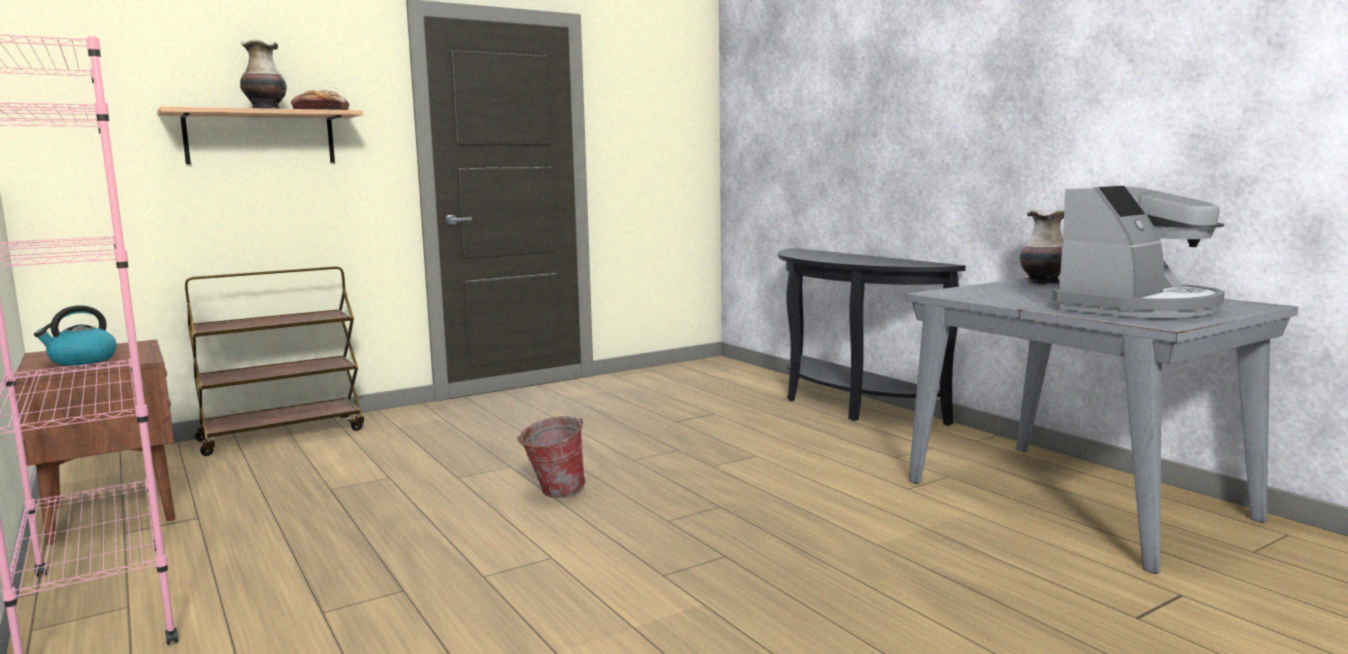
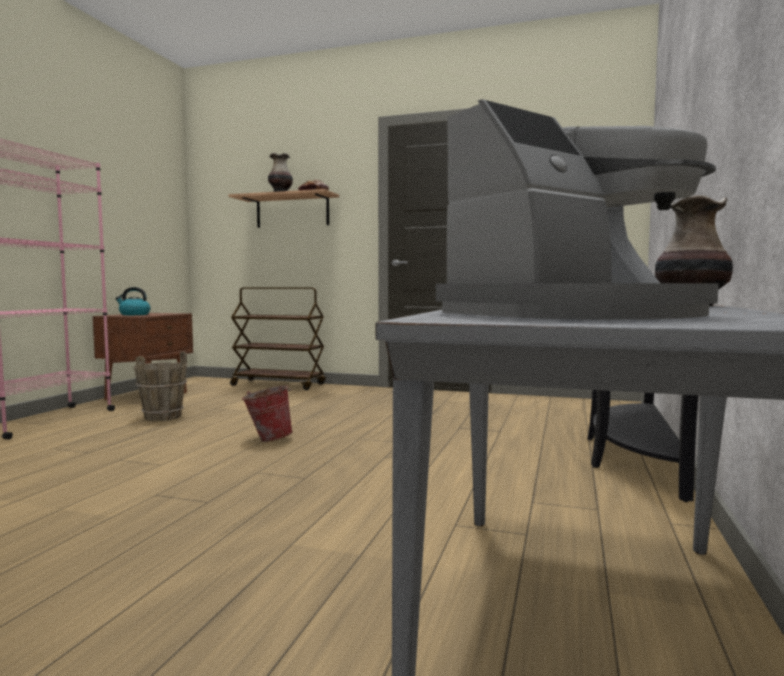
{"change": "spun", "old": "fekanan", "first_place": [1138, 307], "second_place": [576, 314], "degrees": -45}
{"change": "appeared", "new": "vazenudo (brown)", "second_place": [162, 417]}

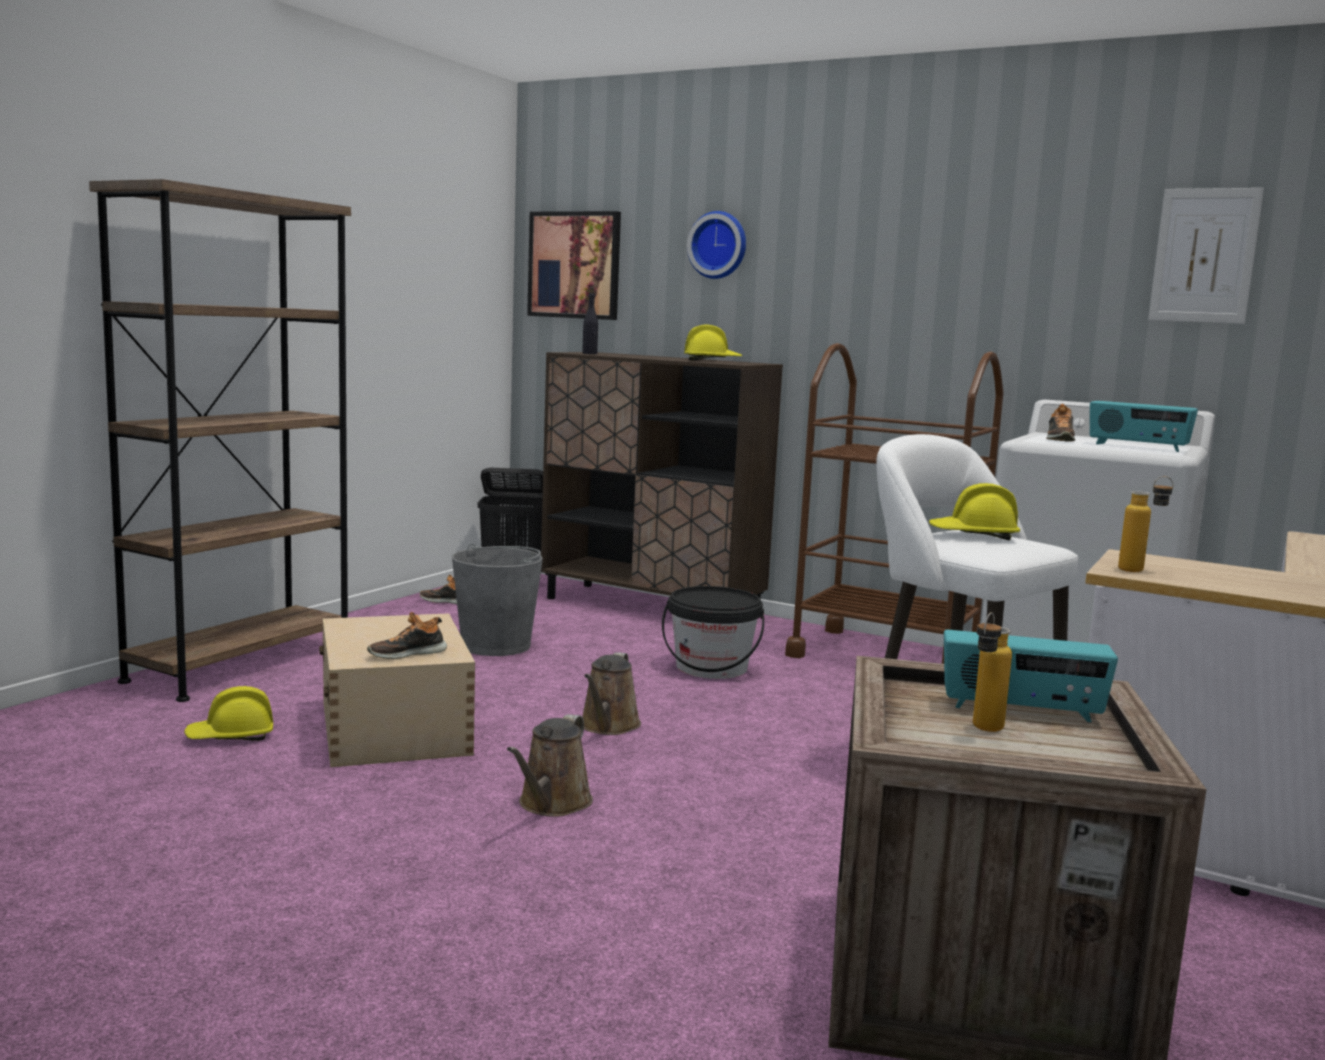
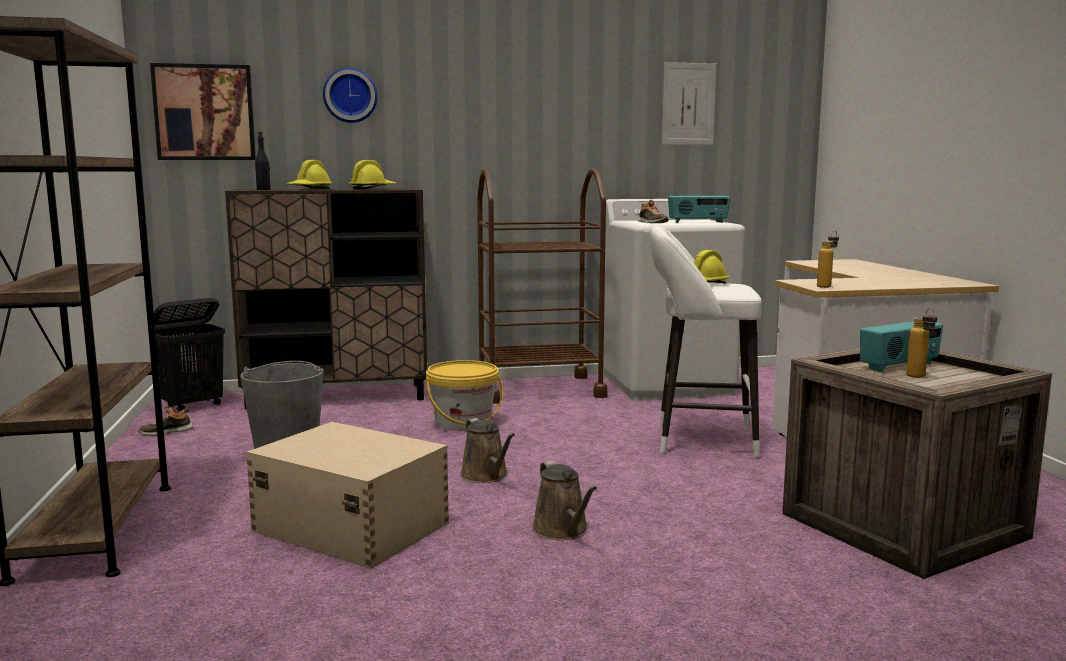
{"change": "relocated", "old": "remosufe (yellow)", "first_place": [231, 736], "second_place": [310, 189]}
{"change": "missing", "old": "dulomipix", "first_place": [407, 653]}
{"change": "colour", "old": "vazenudo (black)", "new": "vazenudo (yellow)", "first_place": [711, 668], "second_place": [463, 423]}

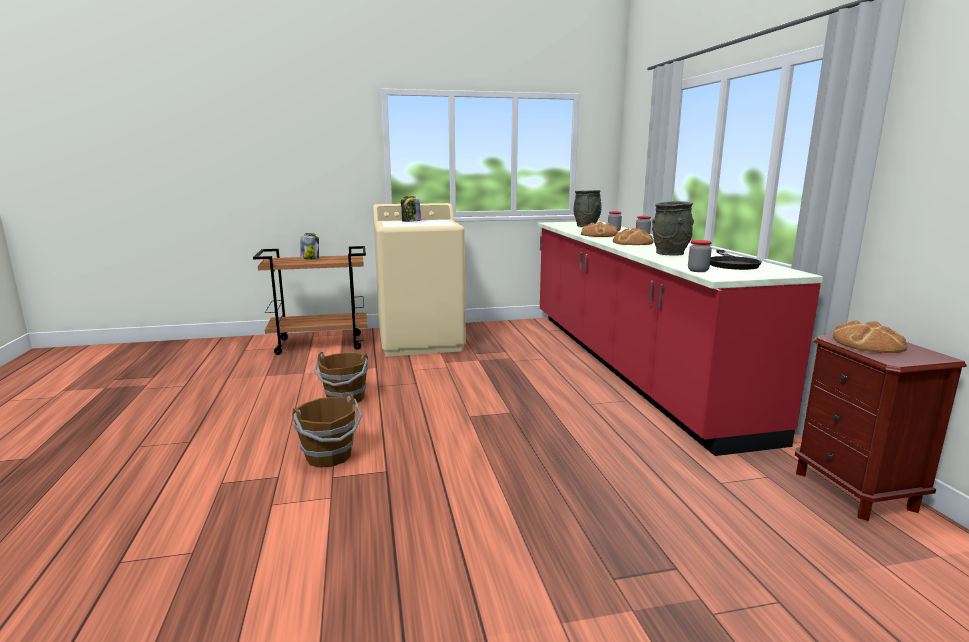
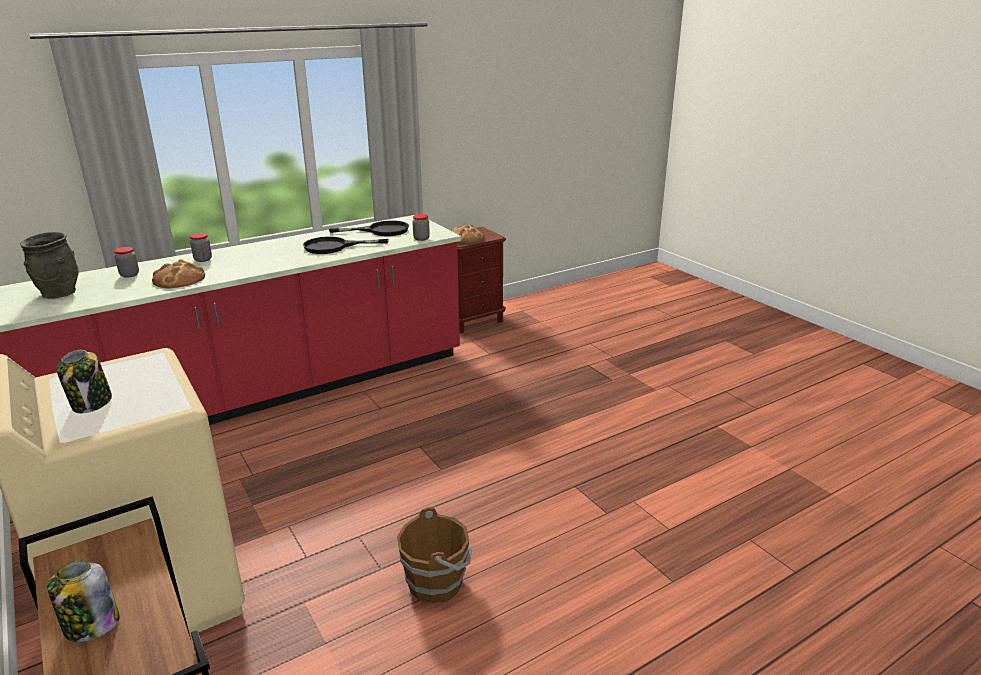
{"change": "missing", "old": "vazenudo (brown)", "first_place": [329, 456]}
{"change": "missing", "old": "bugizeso", "first_place": [633, 242]}
{"change": "exchanged", "old": "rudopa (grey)", "new": "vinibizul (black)", "first_place": [670, 253], "second_place": [334, 247]}

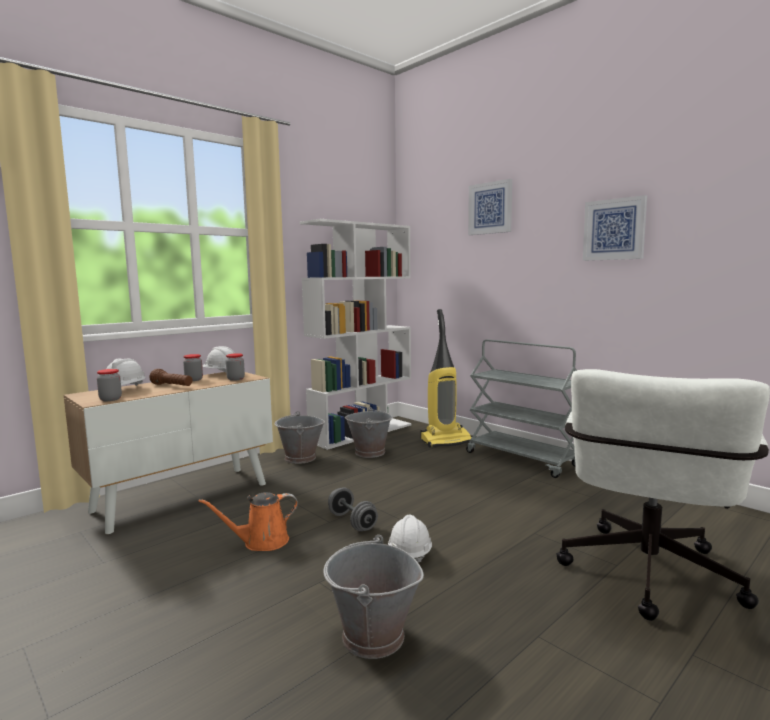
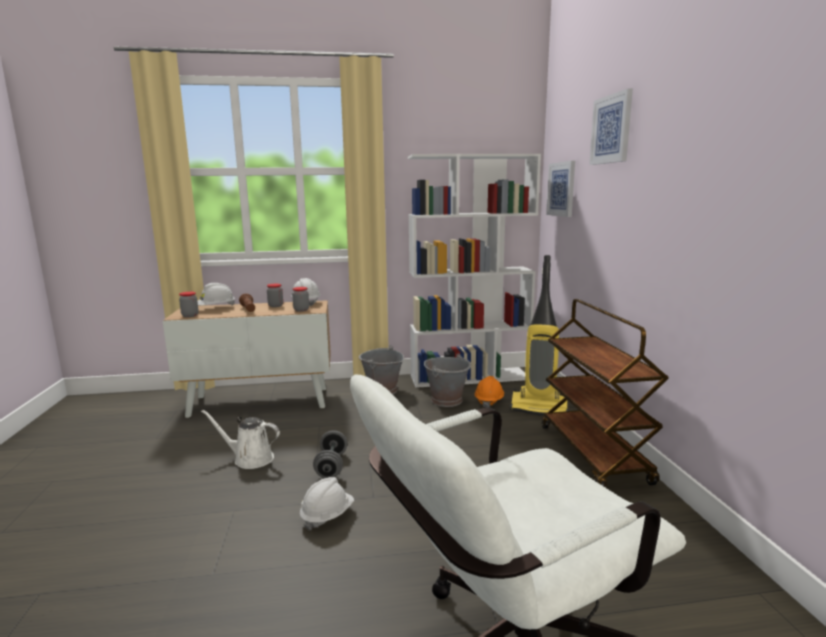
{"change": "colour", "old": "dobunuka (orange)", "new": "dobunuka (white)", "first_place": [261, 542], "second_place": [250, 459]}
{"change": "missing", "old": "vazenudo (grey)", "first_place": [372, 637]}
{"change": "colour", "old": "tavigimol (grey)", "new": "tavigimol (brown)", "first_place": [522, 459], "second_place": [594, 454]}
{"change": "relocated", "old": "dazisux", "first_place": [614, 229], "second_place": [561, 189]}
{"change": "appeared", "new": "remosufe (orange)", "second_place": [489, 401]}

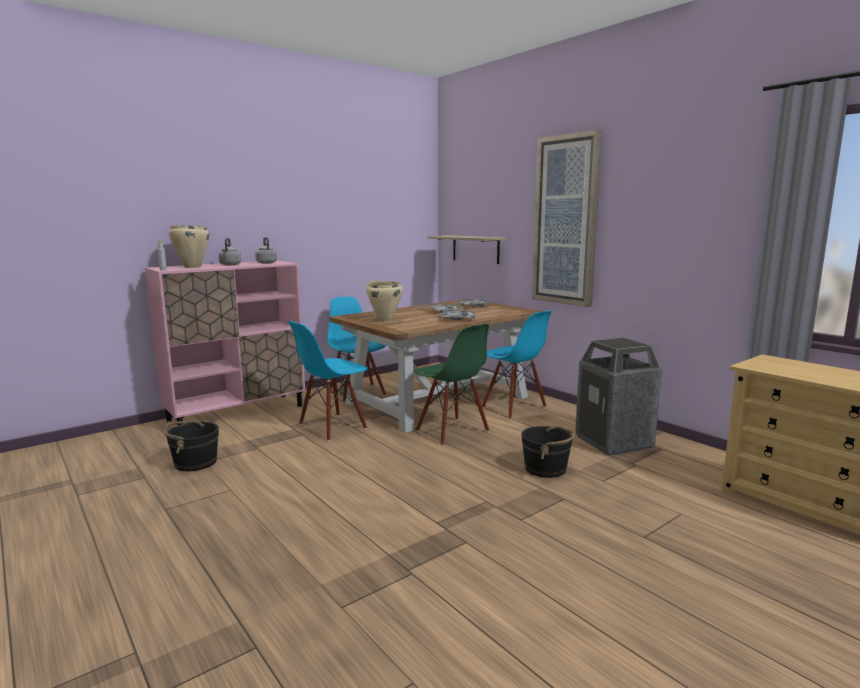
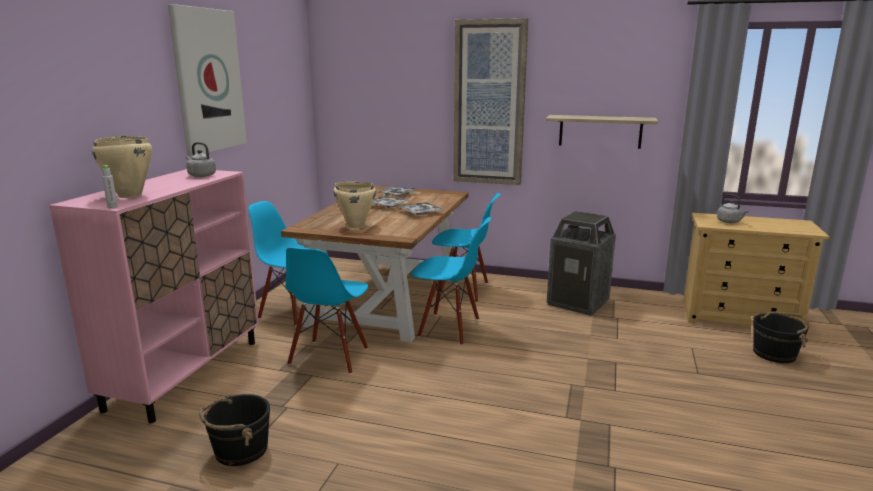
{"change": "relocated", "old": "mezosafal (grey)", "first_place": [230, 265], "second_place": [730, 222]}
{"change": "colour", "old": "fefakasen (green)", "new": "fefakasen (blue)", "first_place": [451, 431], "second_place": [449, 328]}
{"change": "relocated", "old": "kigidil", "first_place": [475, 249], "second_place": [600, 131]}
{"change": "relocated", "old": "vazenudo (black)", "first_place": [546, 469], "second_place": [775, 354]}
{"change": "appeared", "new": "dazisux", "second_place": [208, 81]}

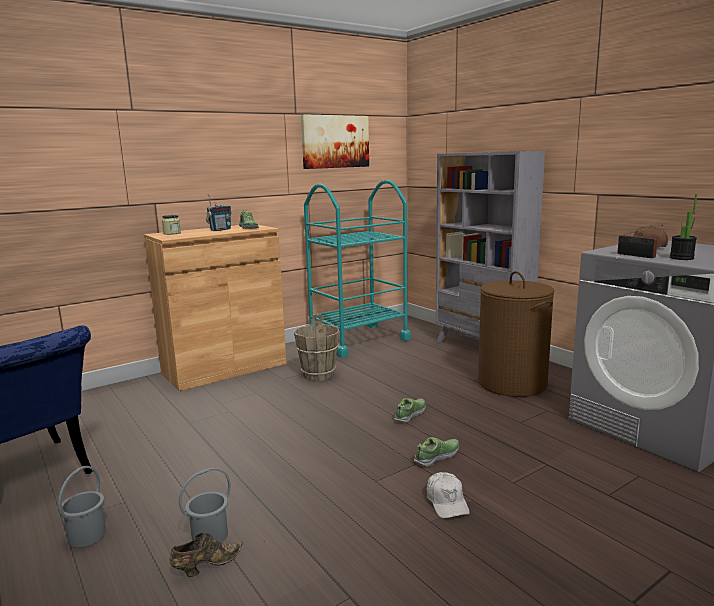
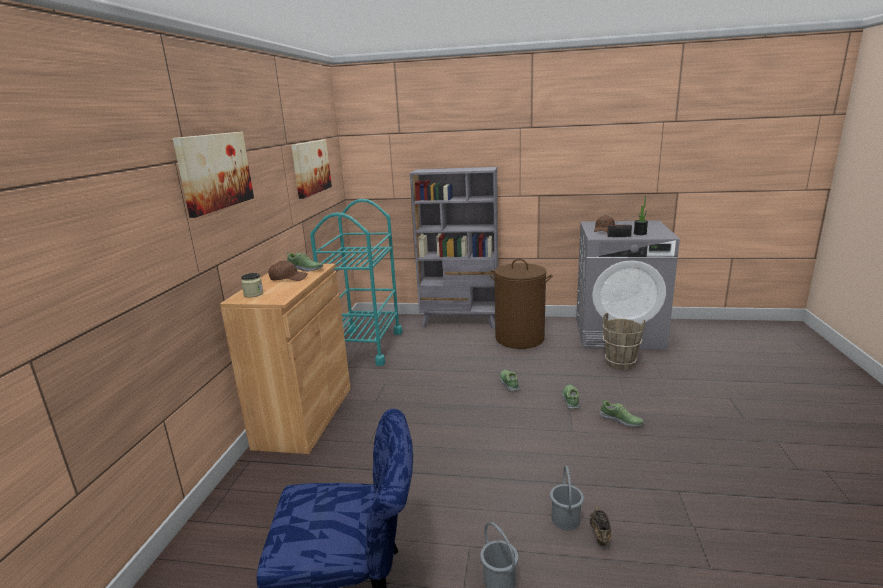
{"change": "exchanged", "old": "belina", "new": "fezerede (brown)", "first_place": [220, 230], "second_place": [288, 278]}
{"change": "relocated", "old": "vazenudo (brown)", "first_place": [318, 375], "second_place": [620, 363]}
{"change": "exchanged", "old": "fezerede (white)", "new": "dulomipix", "first_place": [447, 502], "second_place": [621, 420]}
{"change": "appeared", "new": "dazisux", "second_place": [214, 171]}

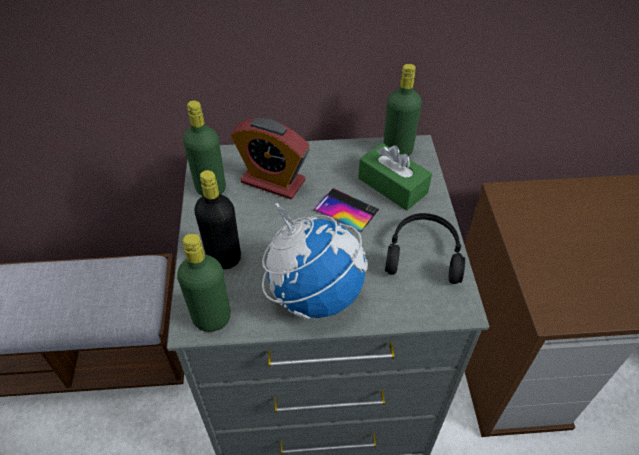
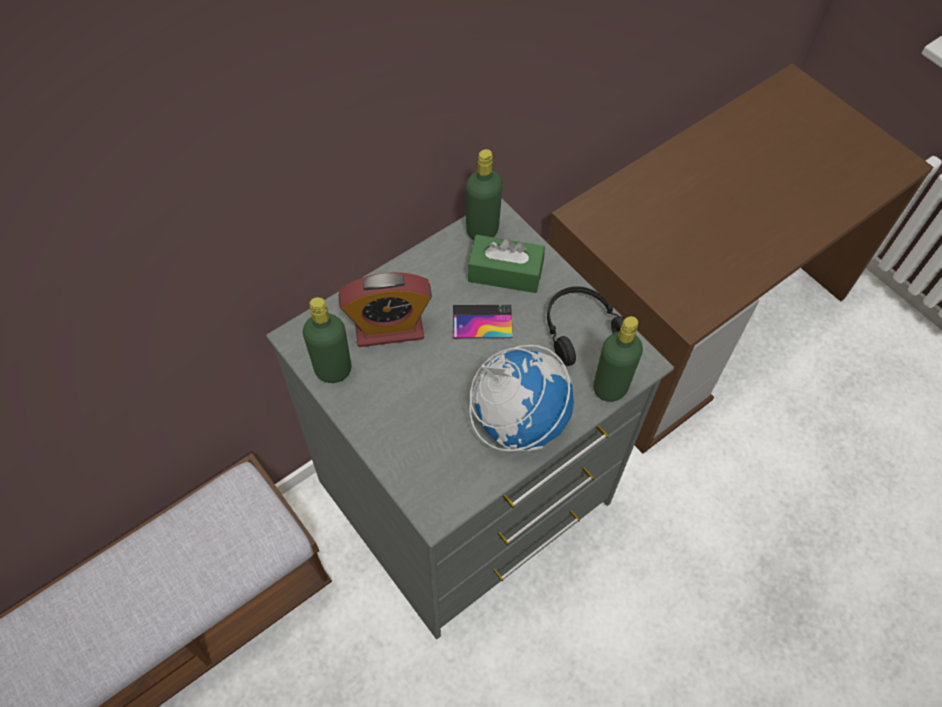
{"change": "relocated", "old": "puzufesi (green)", "first_place": [212, 318], "second_place": [610, 387]}
{"change": "missing", "old": "puzufesi (black)", "first_place": [224, 258]}

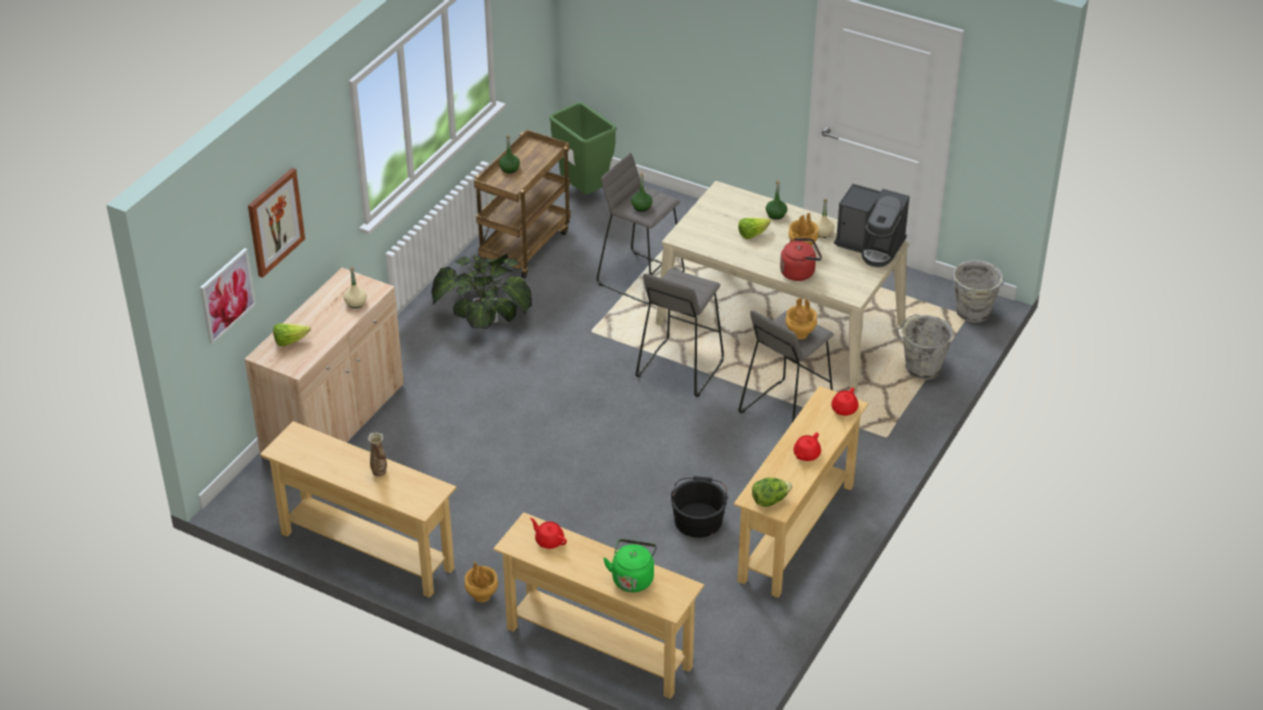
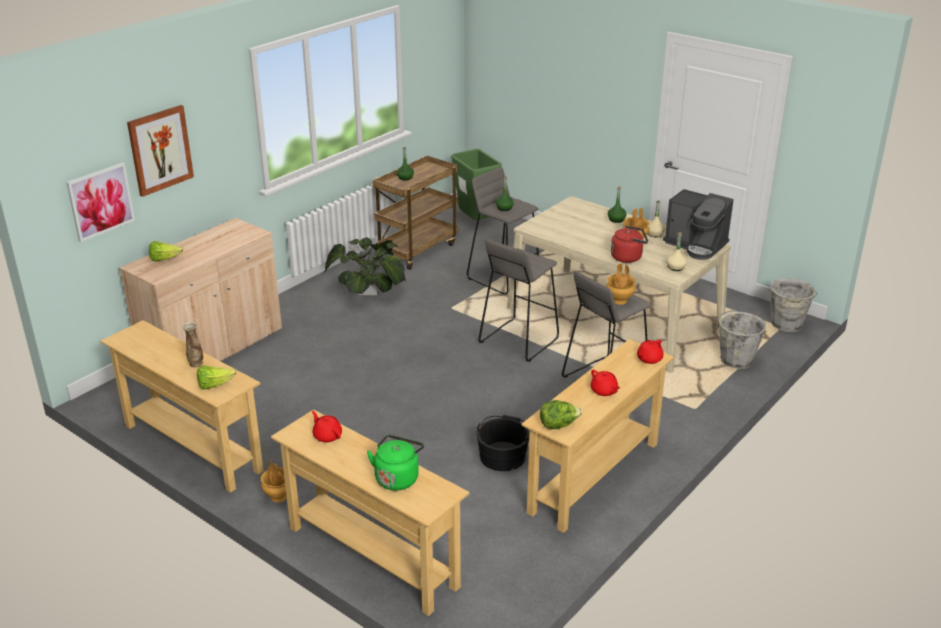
{"change": "relocated", "old": "puzufesi (beige)", "first_place": [355, 303], "second_place": [675, 267]}
{"change": "relocated", "old": "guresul", "first_place": [752, 234], "second_place": [214, 385]}
{"change": "spun", "old": "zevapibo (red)", "first_place": [806, 455], "second_place": [604, 391], "degrees": -75}

